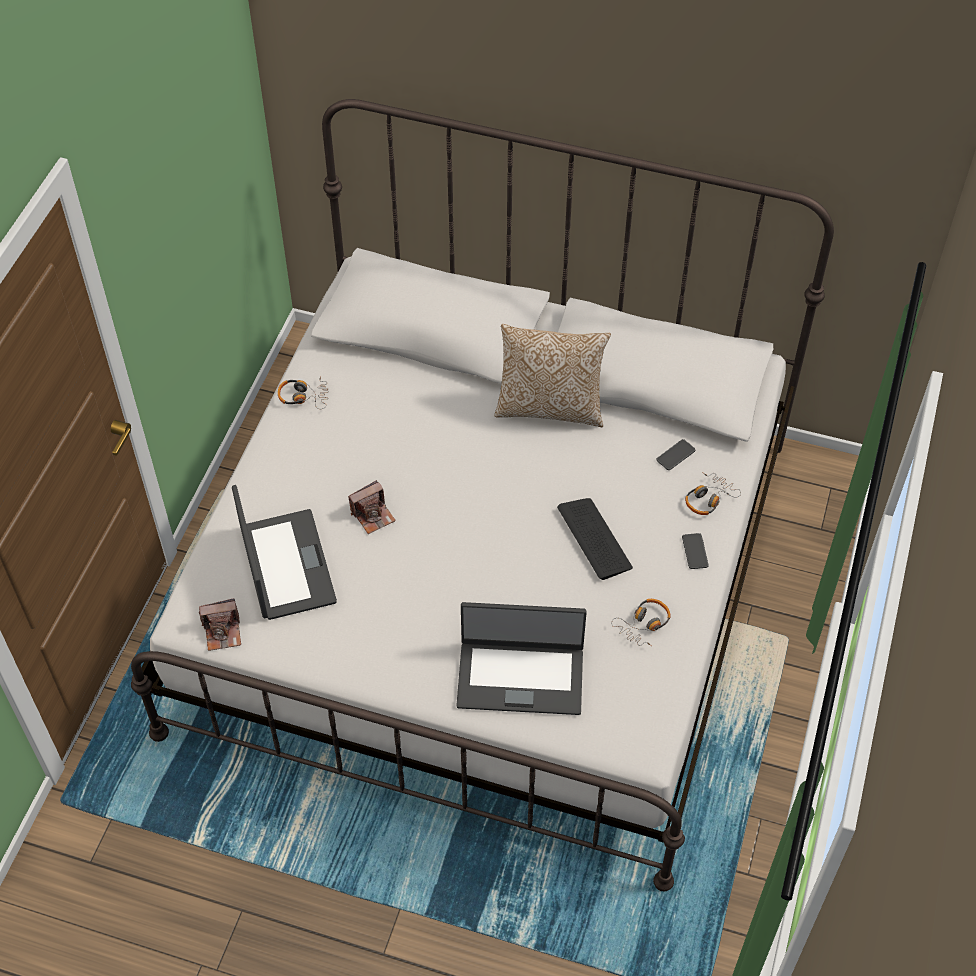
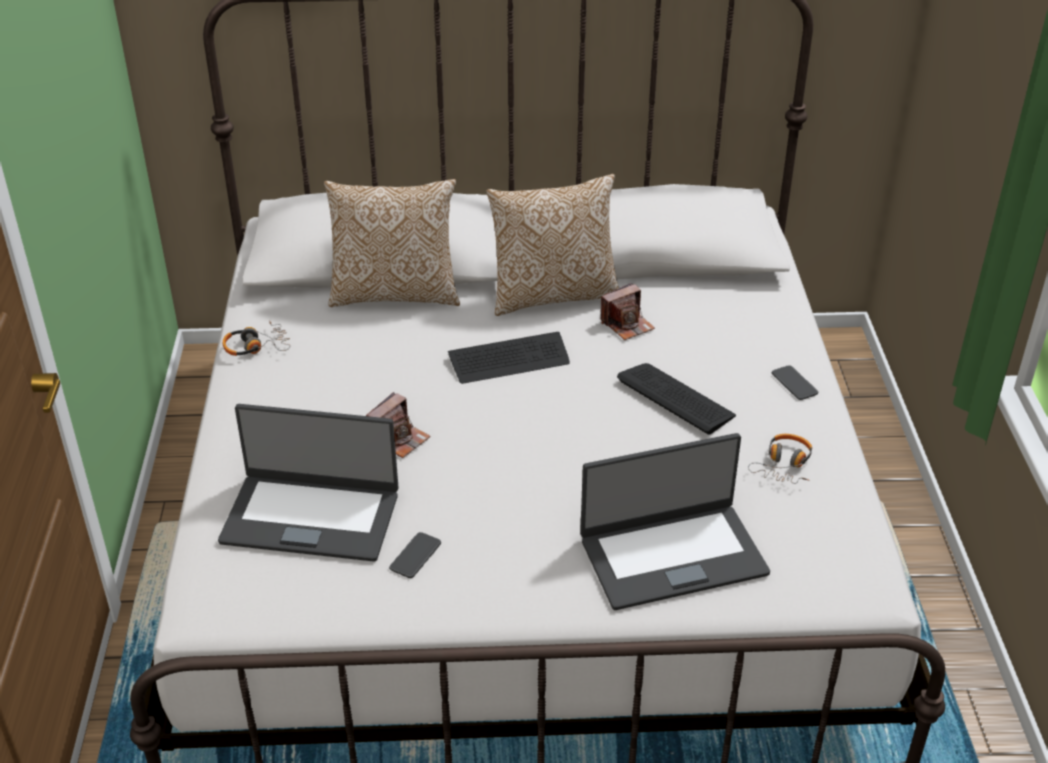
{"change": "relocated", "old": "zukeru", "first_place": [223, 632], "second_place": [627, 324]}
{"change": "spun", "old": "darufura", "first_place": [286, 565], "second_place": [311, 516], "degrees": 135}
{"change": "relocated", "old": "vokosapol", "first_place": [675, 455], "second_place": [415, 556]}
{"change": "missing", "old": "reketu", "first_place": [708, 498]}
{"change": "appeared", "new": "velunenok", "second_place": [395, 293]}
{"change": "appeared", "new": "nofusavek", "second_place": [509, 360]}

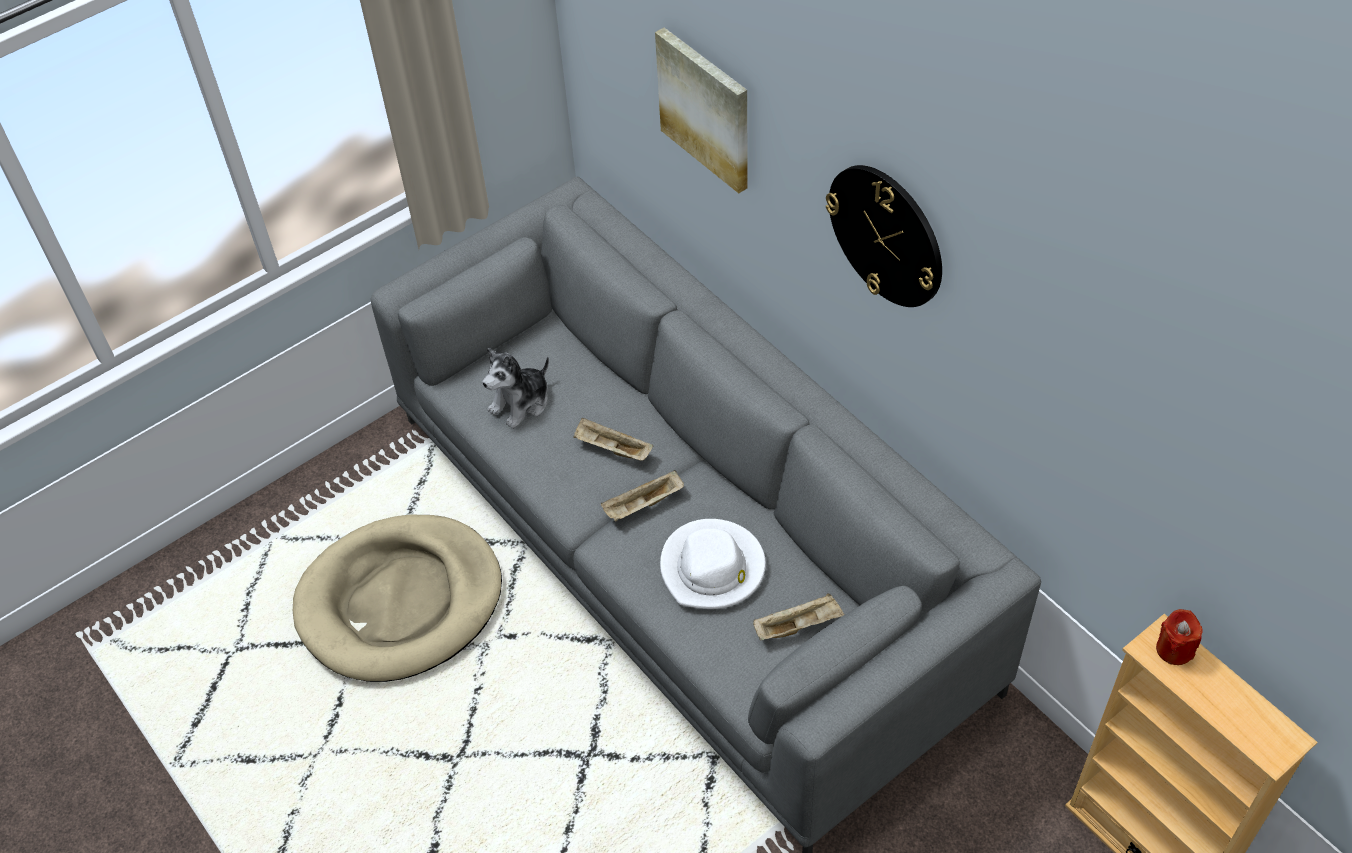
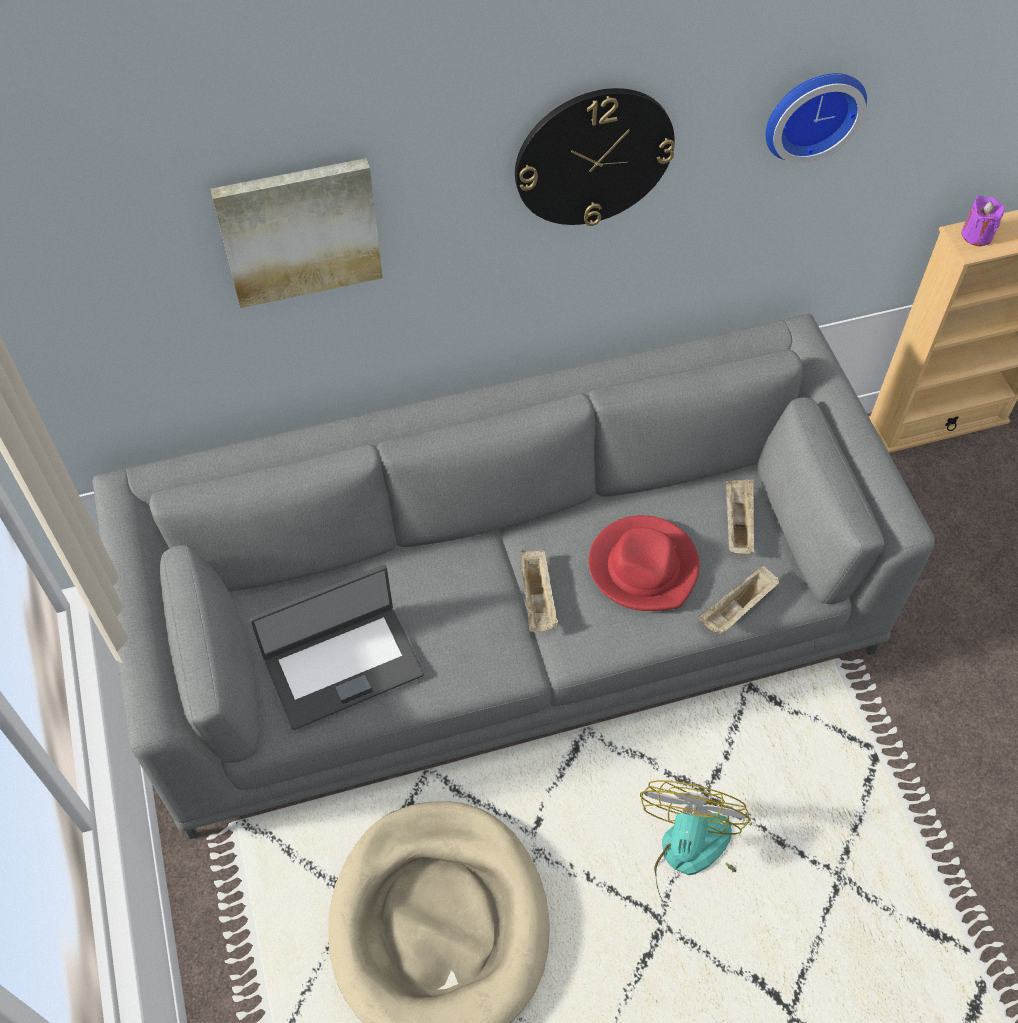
{"change": "exchanged", "old": "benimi", "new": "darufura", "first_place": [521, 403], "second_place": [342, 665]}
{"change": "relocated", "old": "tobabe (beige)", "first_place": [612, 449], "second_place": [736, 609]}
{"change": "colour", "old": "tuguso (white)", "new": "tuguso (red)", "first_place": [713, 568], "second_place": [644, 566]}
{"change": "colour", "old": "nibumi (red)", "new": "nibumi (purple)", "first_place": [1174, 649], "second_place": [976, 235]}
{"change": "appeared", "new": "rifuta", "second_place": [692, 860]}
{"change": "appeared", "new": "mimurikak", "second_place": [811, 112]}

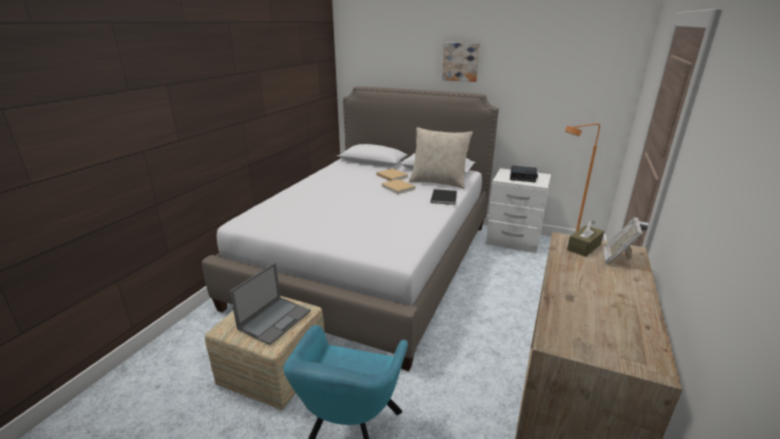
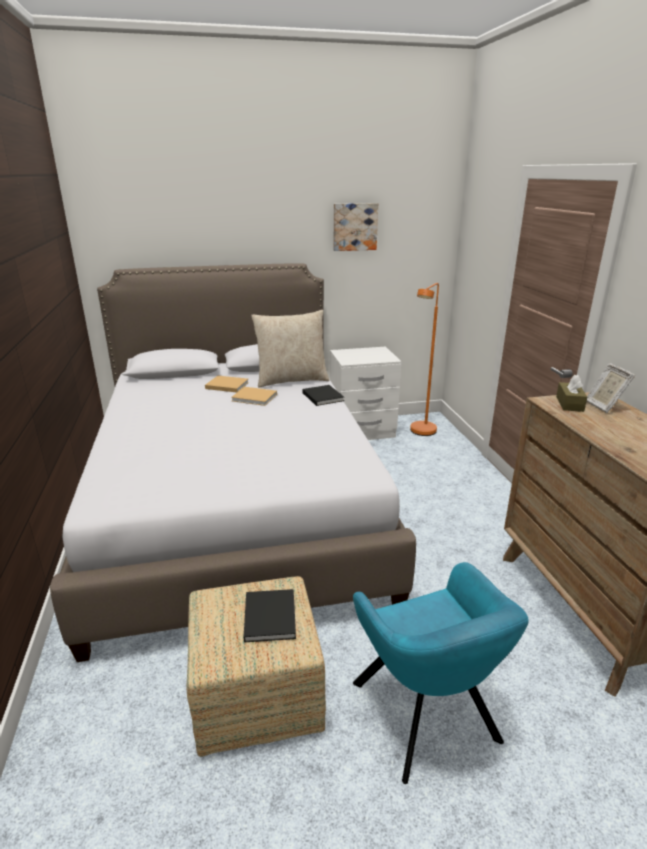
{"change": "exchanged", "old": "darufura", "new": "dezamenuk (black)", "first_place": [275, 319], "second_place": [270, 615]}
{"change": "relocated", "old": "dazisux", "first_place": [461, 62], "second_place": [354, 226]}
{"change": "missing", "old": "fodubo", "first_place": [523, 177]}

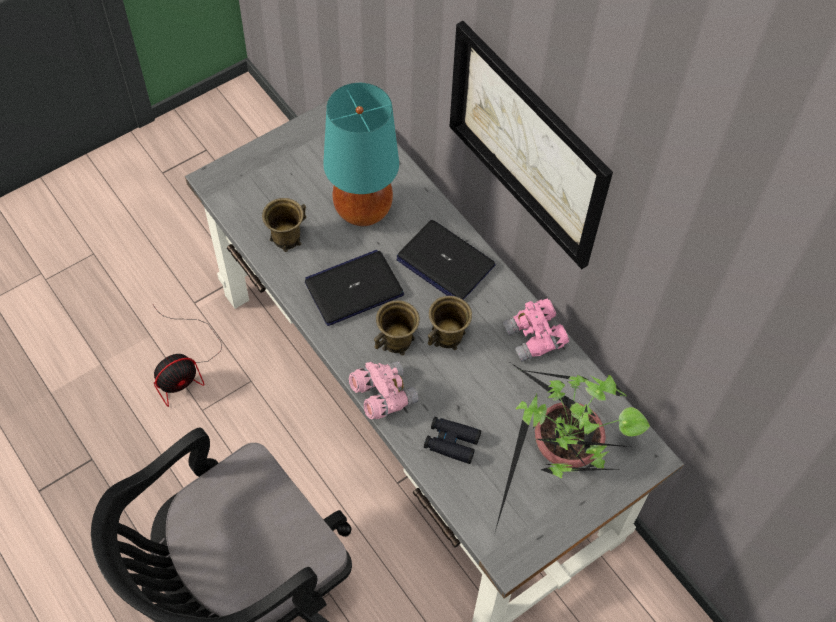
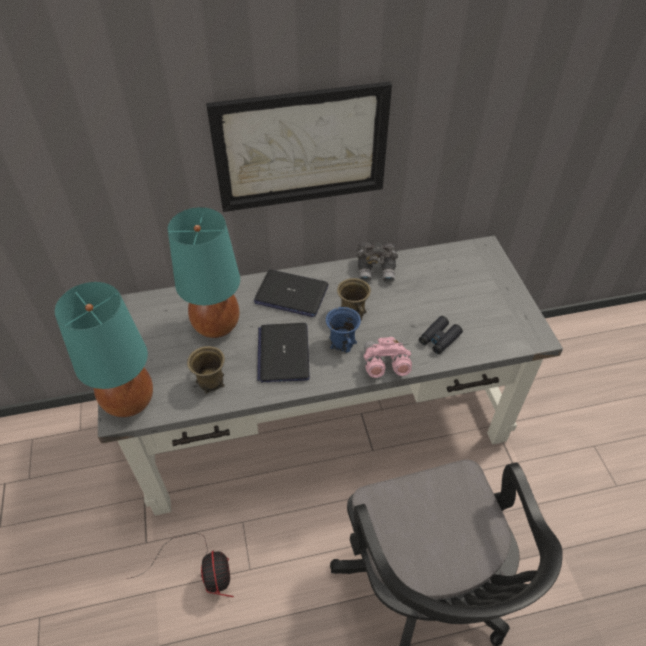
{"change": "colour", "old": "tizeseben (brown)", "new": "tizeseben (blue)", "first_place": [397, 341], "second_place": [342, 342]}
{"change": "spun", "old": "darufura", "first_place": [445, 262], "second_place": [291, 294], "degrees": 45}
{"change": "missing", "old": "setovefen", "first_place": [562, 453]}
{"change": "colour", "old": "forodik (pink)", "new": "forodik (grey)", "first_place": [534, 338], "second_place": [376, 269]}
{"change": "appeared", "new": "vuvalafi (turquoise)", "second_place": [130, 401]}

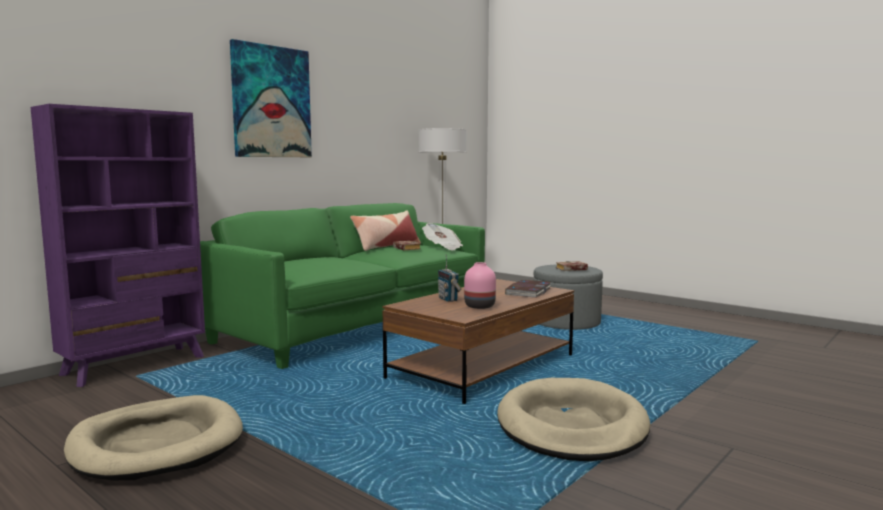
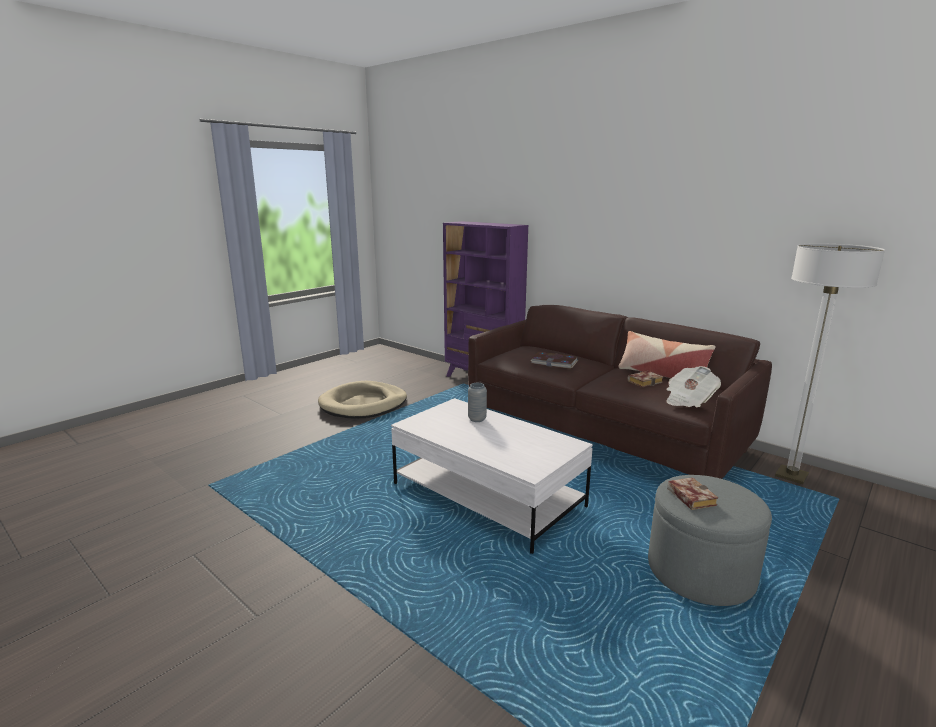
{"change": "colour", "old": "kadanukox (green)", "new": "kadanukox (brown)", "first_place": [356, 327], "second_place": [602, 434]}
{"change": "missing", "old": "dazisux", "first_place": [271, 102]}
{"change": "colour", "old": "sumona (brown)", "new": "sumona (white)", "first_place": [483, 367], "second_place": [487, 495]}
{"change": "exchanged", "old": "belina", "new": "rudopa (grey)", "first_place": [448, 299], "second_place": [477, 419]}
{"change": "missing", "old": "rudopa (pink)", "first_place": [480, 306]}
{"change": "missing", "old": "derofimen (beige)", "first_place": [571, 426]}
{"change": "relocated", "old": "dezamenuk", "first_place": [528, 291], "second_place": [554, 362]}

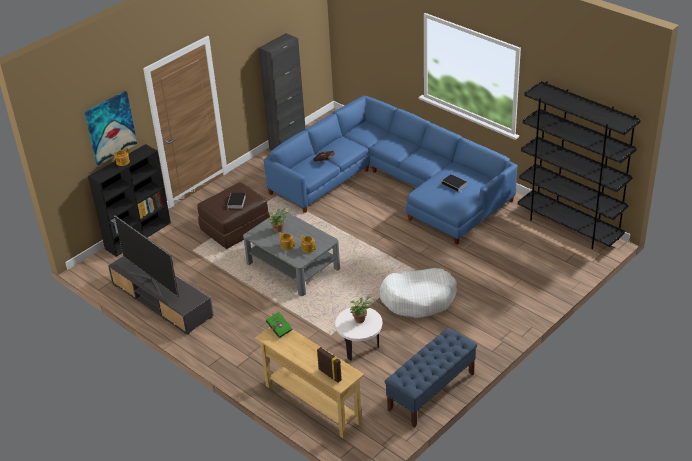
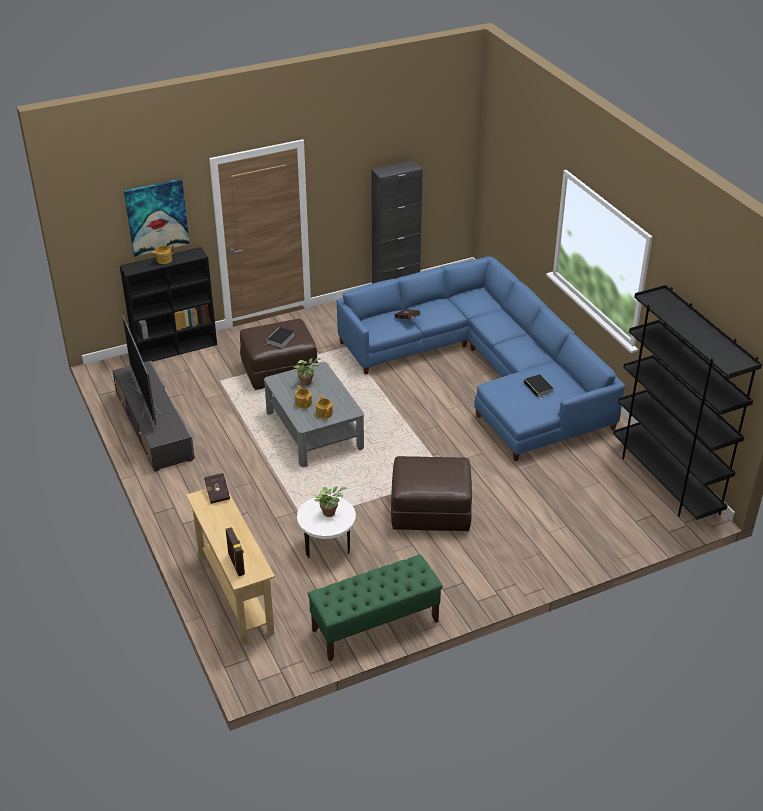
{"change": "colour", "old": "dezamenuk (green)", "new": "dezamenuk (red)", "first_place": [279, 329], "second_place": [217, 493]}
{"change": "exchanged", "old": "derofimen (white)", "new": "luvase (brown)", "first_place": [418, 299], "second_place": [430, 511]}
{"change": "colour", "old": "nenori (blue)", "new": "nenori (green)", "first_place": [431, 392], "second_place": [375, 626]}

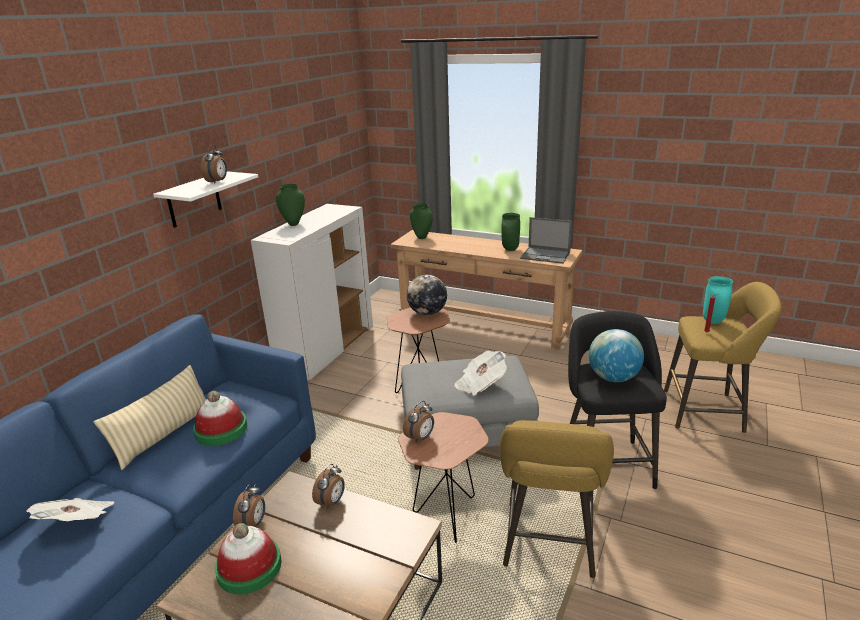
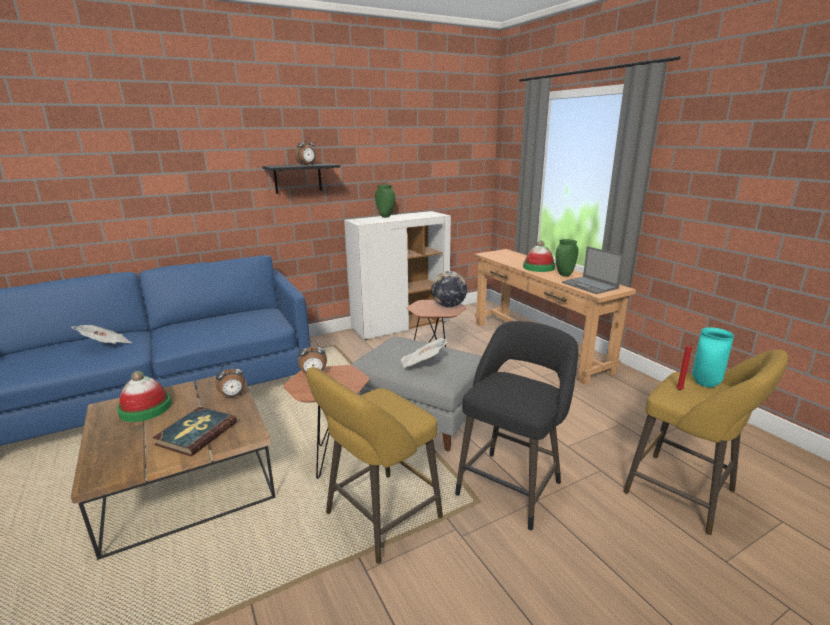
{"change": "missing", "old": "velunenok (beige)", "first_place": [164, 434]}
{"change": "colour", "old": "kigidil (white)", "new": "kigidil (black)", "first_place": [194, 200], "second_place": [298, 178]}
{"change": "relocated", "old": "tuguso", "first_place": [221, 429], "second_place": [538, 267]}
{"change": "missing", "old": "fodubo", "first_place": [253, 524]}
{"change": "missing", "old": "rudopa (green)", "first_place": [421, 238]}
{"change": "missing", "old": "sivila", "first_place": [613, 378]}
{"change": "appeared", "new": "dezamenuk", "second_place": [196, 433]}

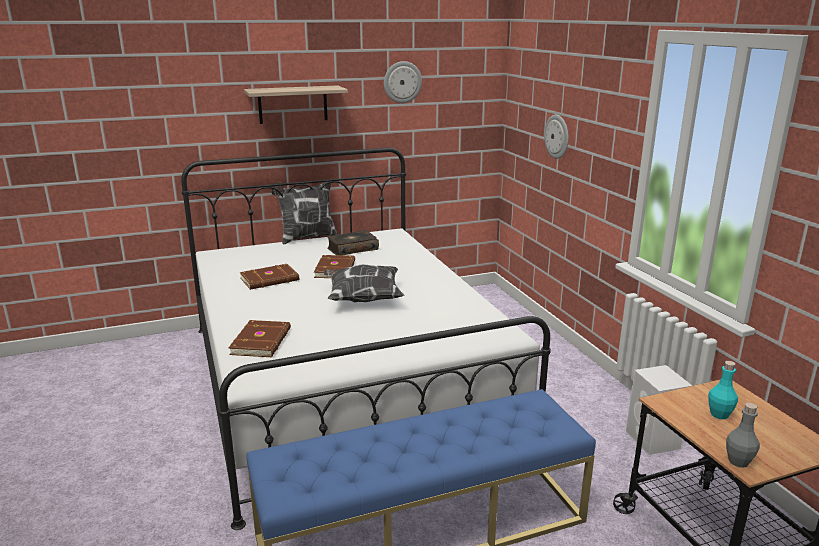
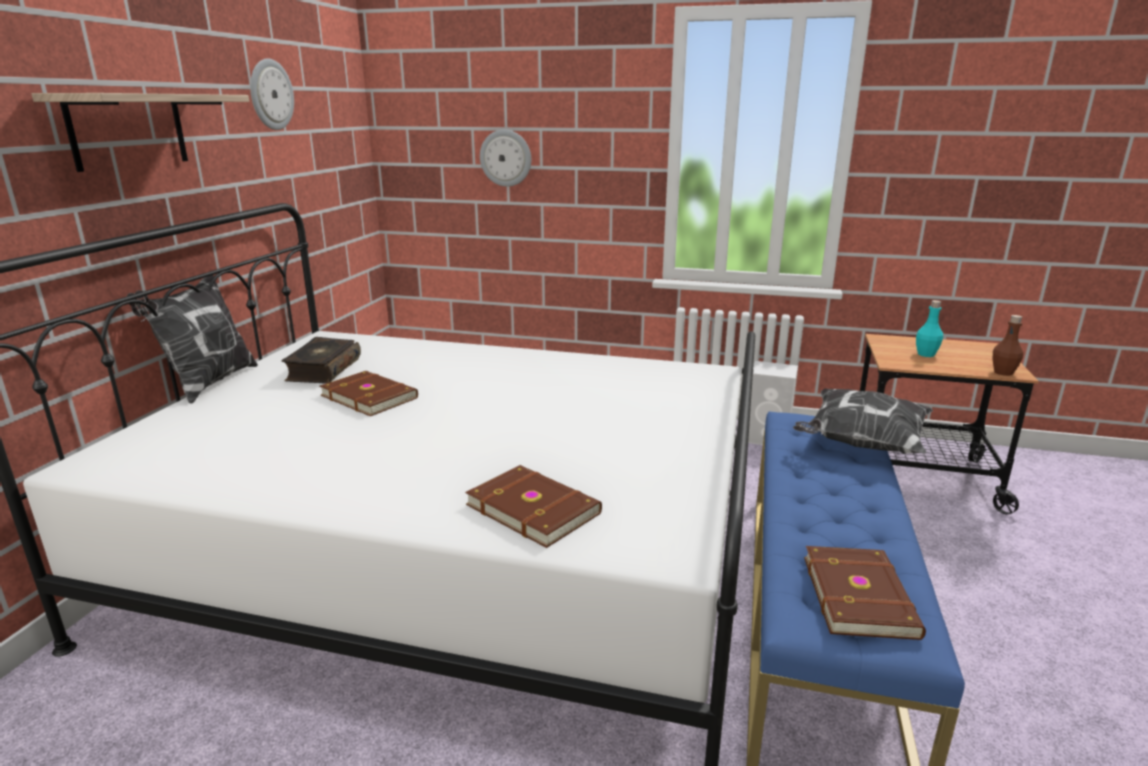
{"change": "relocated", "old": "dezamenuk (brown)", "first_place": [270, 279], "second_place": [861, 595]}
{"change": "relocated", "old": "velunenok", "first_place": [363, 299], "second_place": [860, 444]}
{"change": "colour", "old": "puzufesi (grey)", "new": "puzufesi (brown)", "first_place": [738, 461], "second_place": [1003, 372]}

